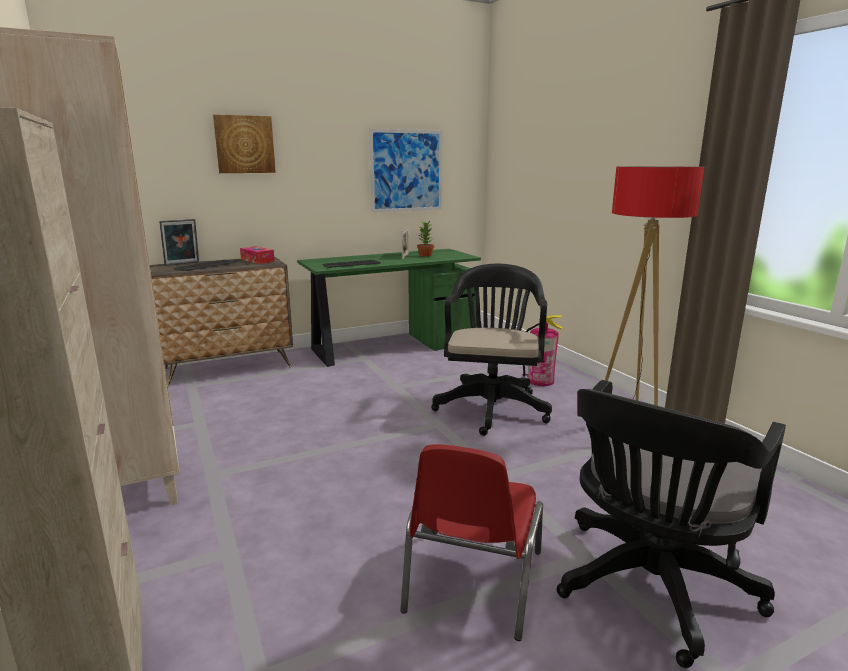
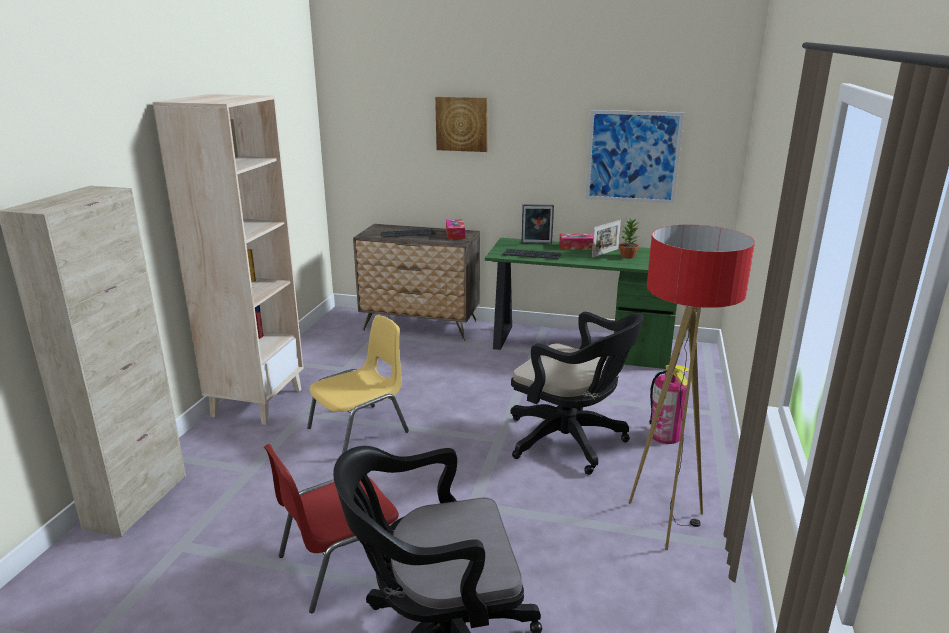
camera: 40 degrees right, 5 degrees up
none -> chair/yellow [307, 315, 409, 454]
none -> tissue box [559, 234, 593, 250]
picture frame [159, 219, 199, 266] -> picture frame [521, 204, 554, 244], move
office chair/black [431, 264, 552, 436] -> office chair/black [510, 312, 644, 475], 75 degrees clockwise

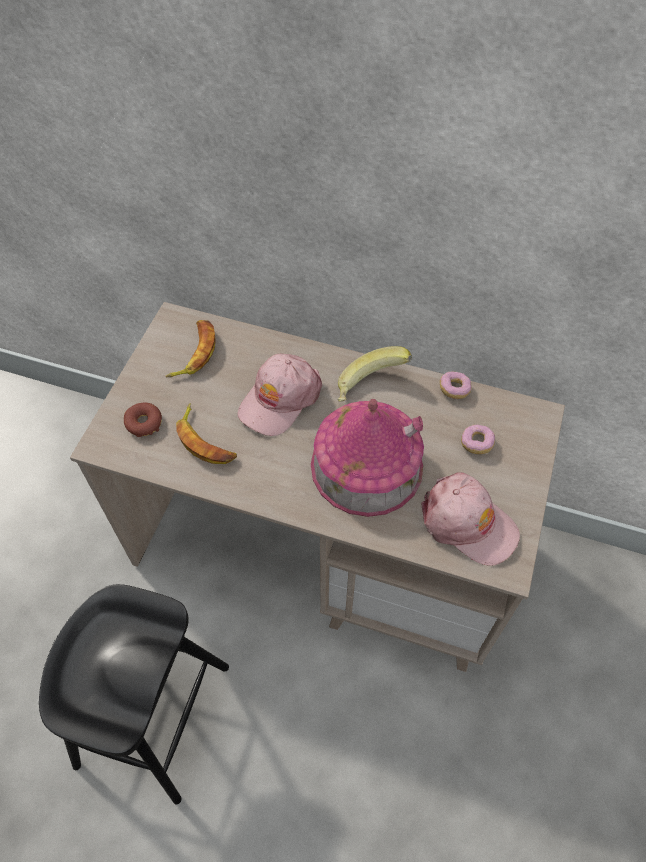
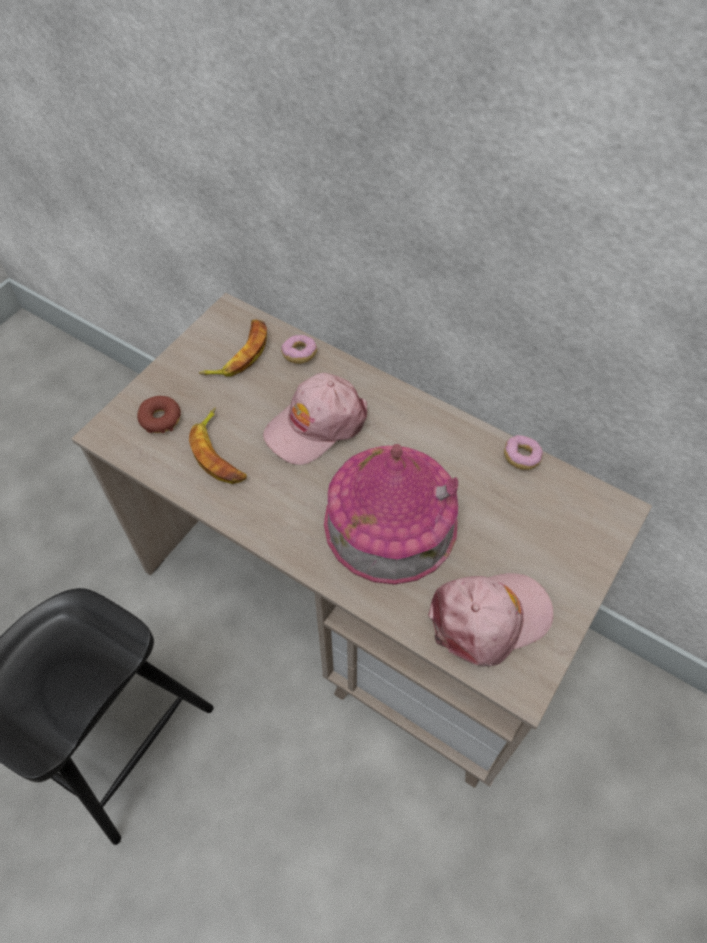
camera: 15 degrees right, 0 degrees up
banana [338, 346, 412, 402] -> none
donut [461, 425, 495, 454] -> donut [281, 335, 317, 364], move
cap/pink [421, 472, 520, 566] -> cap/pink [428, 573, 553, 667], 75 degrees counterclockwise

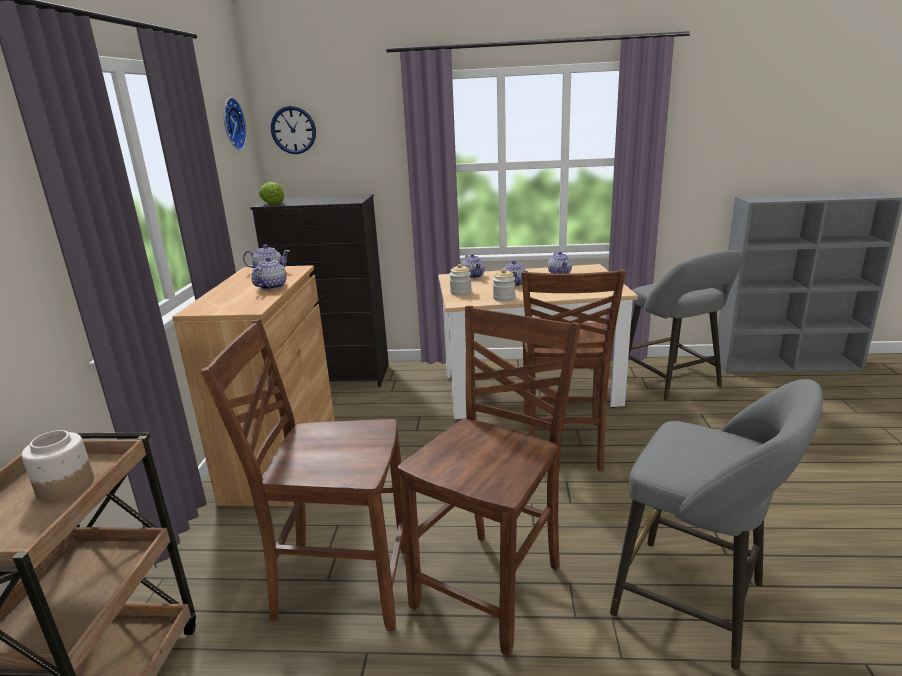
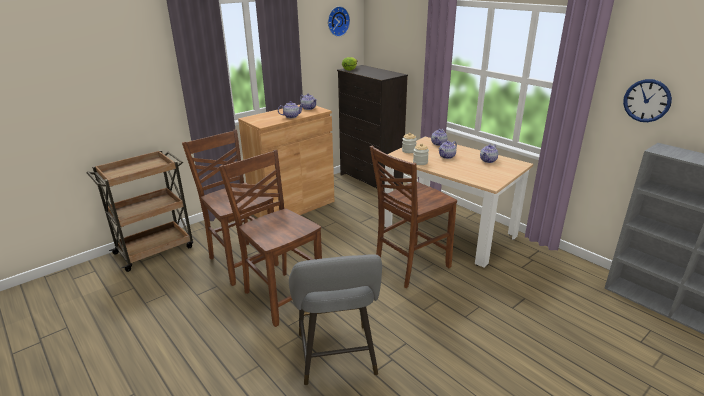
camera: 45 degrees right, 5 degrees up
jar [21, 430, 94, 502] -> none
stool/grey [628, 250, 743, 401] -> none
wall clock [271, 106, 316, 154] -> wall clock [623, 79, 672, 122], move
chair/brown [398, 306, 581, 656] -> chair/brown [219, 150, 322, 327], 120 degrees counterclockwise

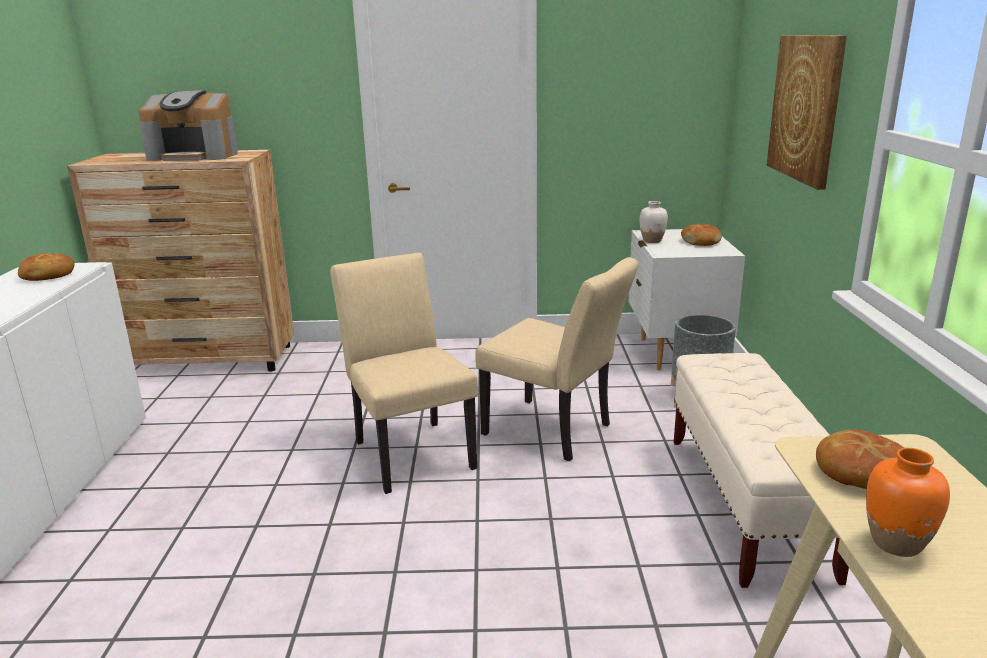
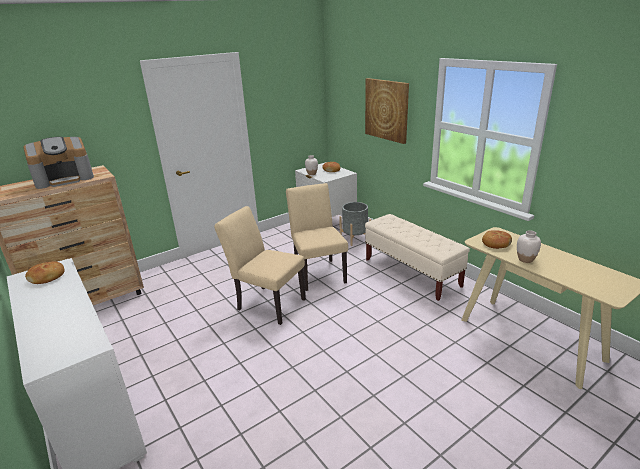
camera: 35 degrees left, 5 degrees up
vase/orange [866, 448, 950, 557] -> vase/white [517, 230, 541, 263]
chair/beige [475, 257, 638, 461] -> chair/beige [286, 183, 348, 291], 105 degrees counterclockwise

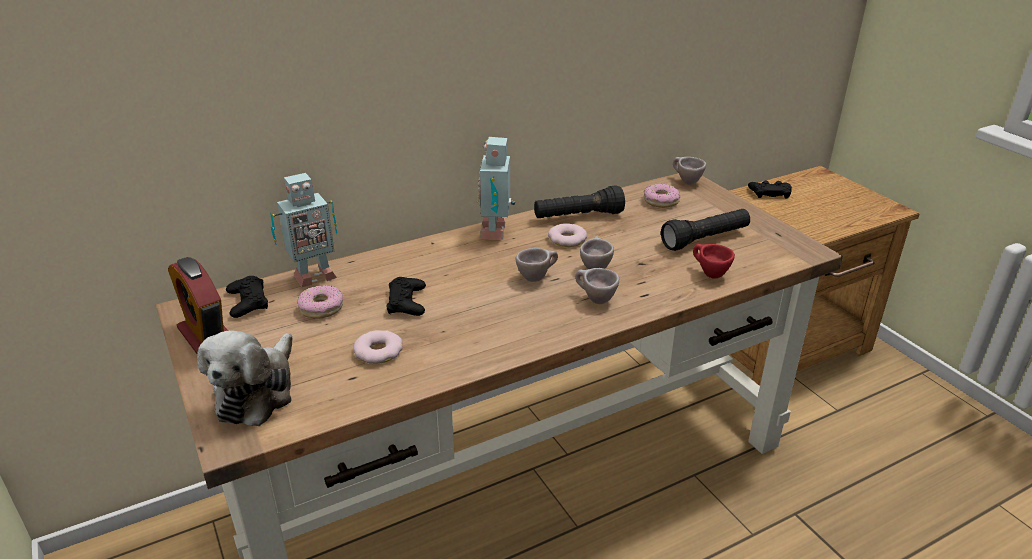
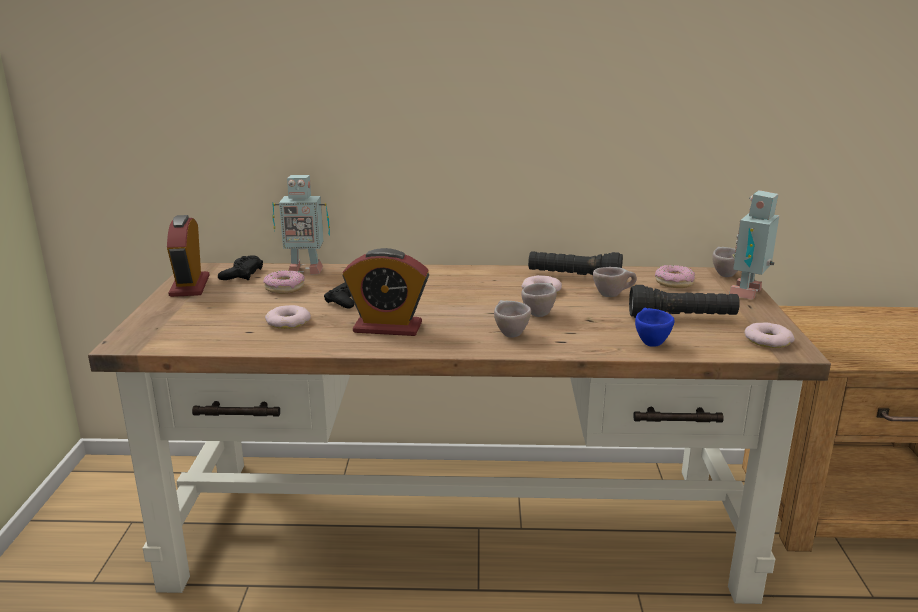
camera: 30 degrees right, 10 degrees down
plush toy [197, 330, 292, 426] -> none
game controller/black [748, 180, 792, 199] -> none
none -> alarm clock [343, 248, 429, 336]
none -> donut [744, 322, 795, 348]
toy robot [477, 137, 515, 240] -> toy robot [729, 190, 779, 300], move
cup/beige [515, 248, 558, 282] -> cup/beige [593, 267, 637, 297], move
cup/red [693, 244, 735, 279] -> cup/blue [635, 307, 675, 347]

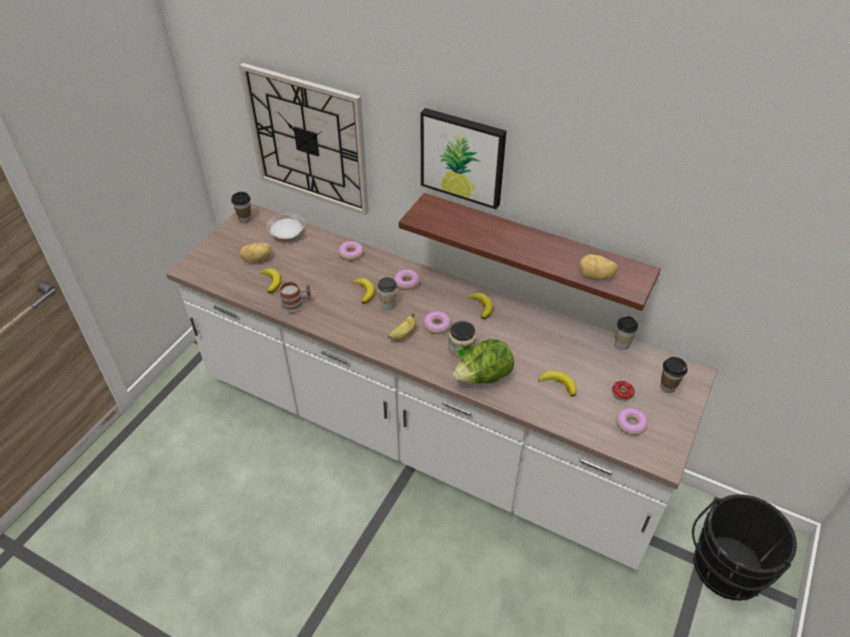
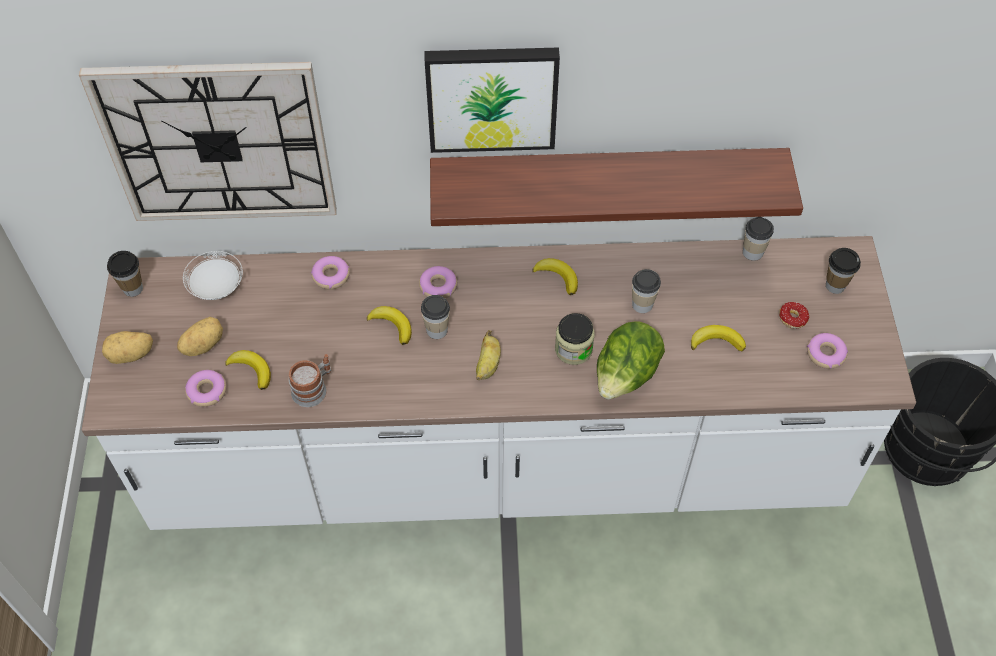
camera: 30 degrees left, 10 degrees up
none -> cup [632, 269, 661, 313]
donut [423, 312, 451, 334] -> donut [185, 370, 227, 407], move
potato [578, 254, 618, 280] -> potato [102, 331, 153, 364], move

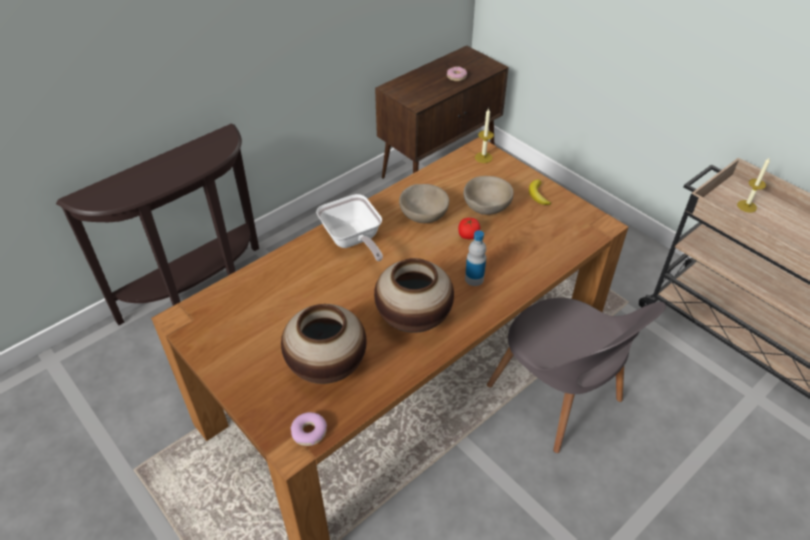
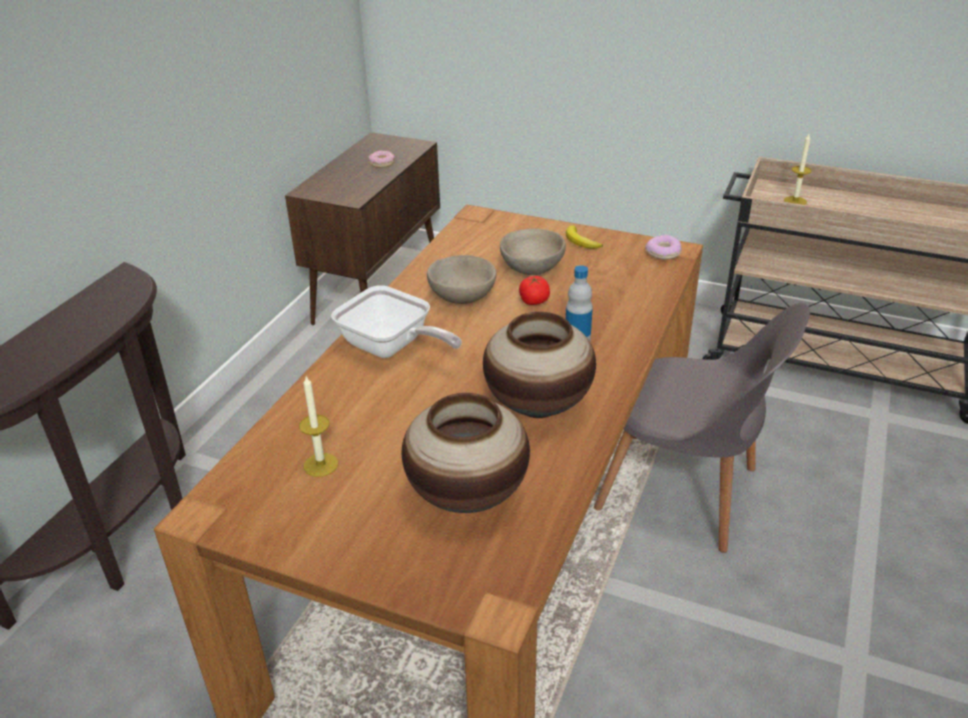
camera: 25 degrees left, 10 degrees down
donut [291, 412, 327, 446] -> donut [645, 235, 681, 260], move
candle [475, 108, 494, 163] -> candle [299, 376, 338, 477], move

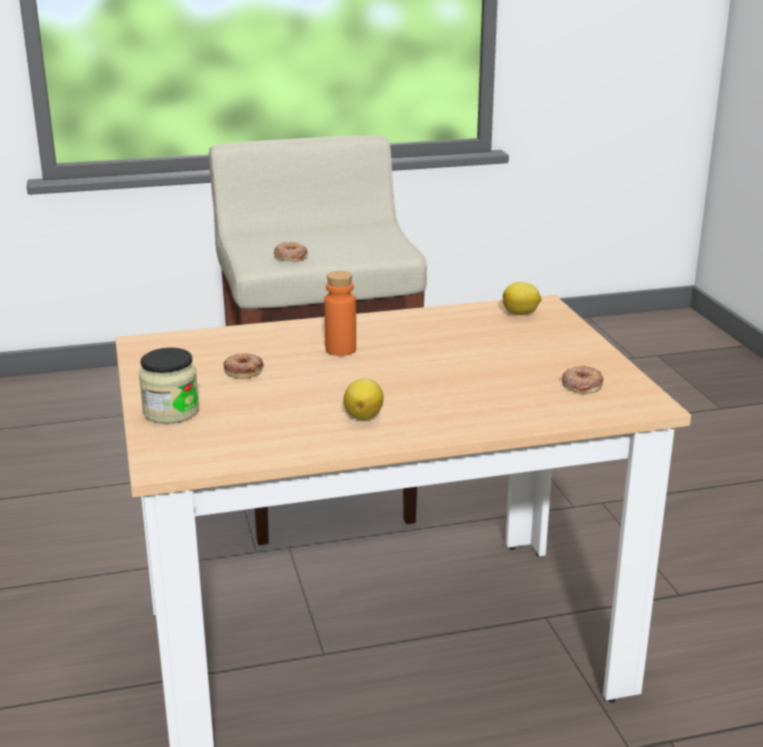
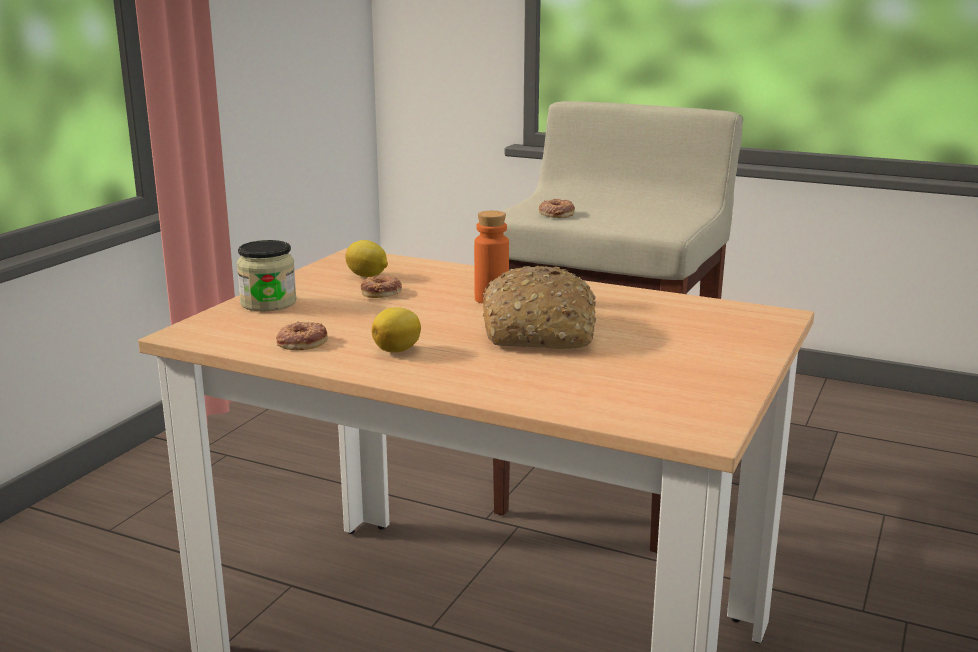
camera: 40 degrees right, 5 degrees down
none -> bread [483, 266, 596, 349]
lemon [503, 282, 542, 315] -> lemon [345, 240, 388, 277], move
donut [562, 365, 603, 394] -> donut [276, 321, 328, 350], move

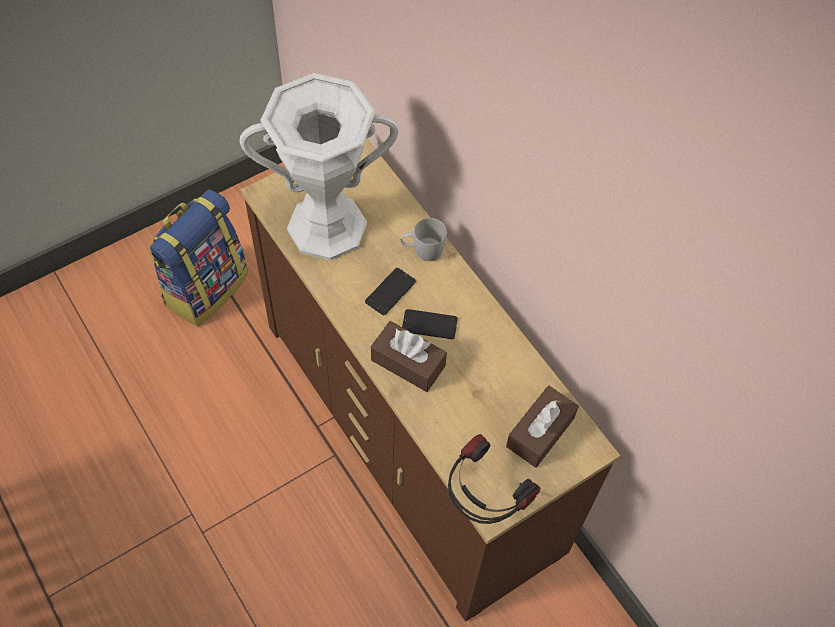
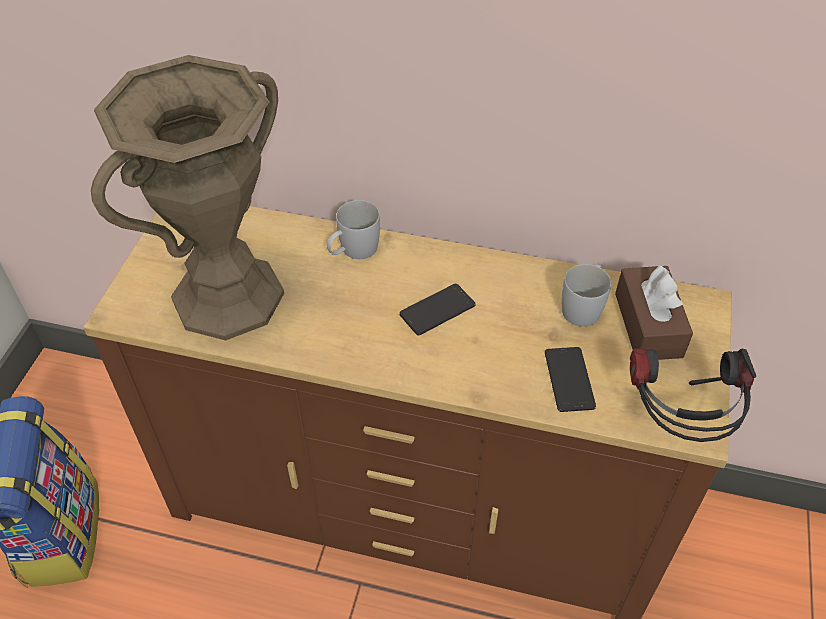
camera: 40 degrees left, 10 degrees down
tissue box/brown [371, 321, 447, 392] -> none
none -> mug/white [562, 264, 611, 327]
phone [365, 268, 416, 315] -> phone [545, 347, 596, 412], move
vase/white [239, 73, 399, 261] -> vase/brown [91, 55, 284, 341]

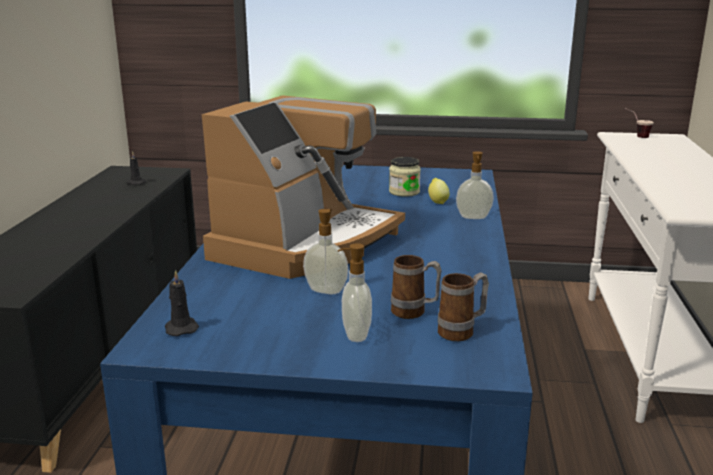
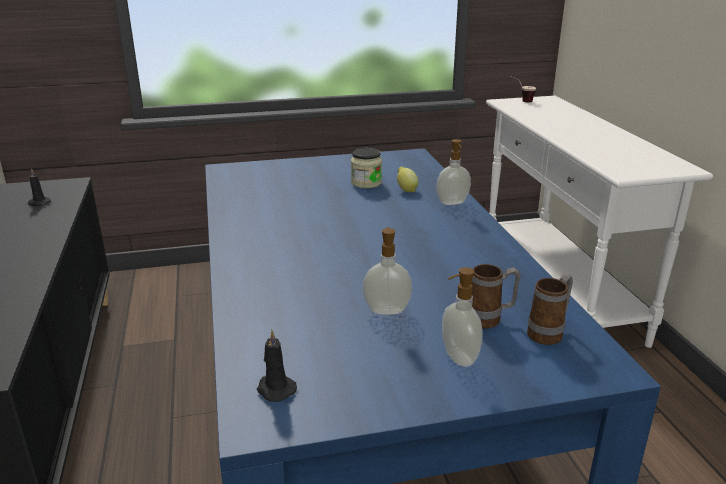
camera: 20 degrees left, 5 degrees up
coffee machine [202, 95, 405, 279] -> none

